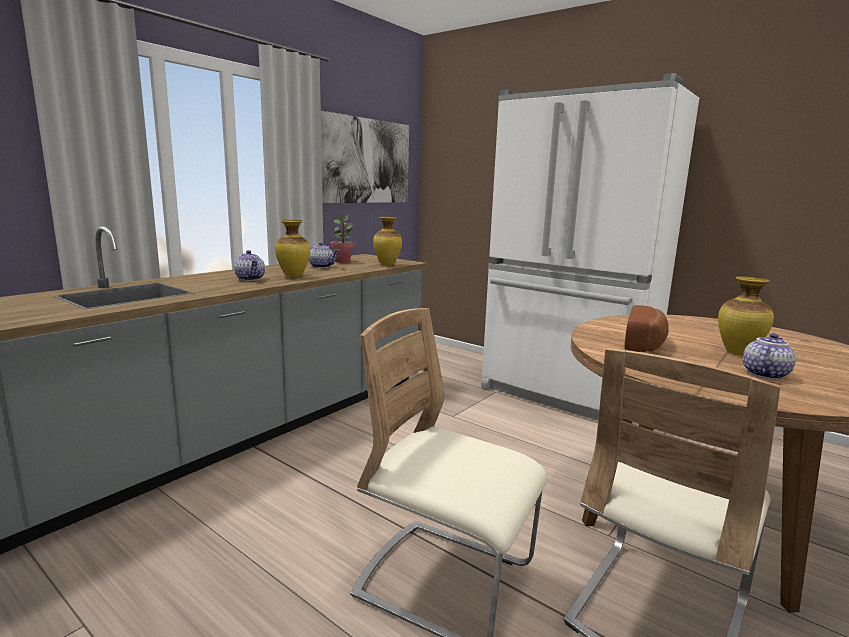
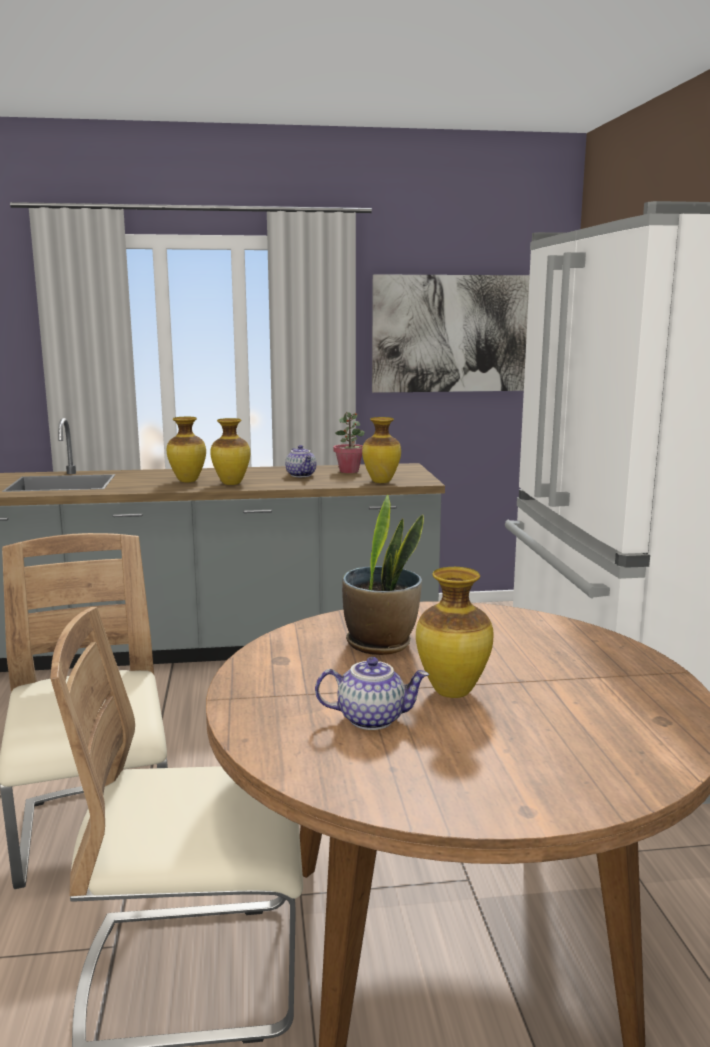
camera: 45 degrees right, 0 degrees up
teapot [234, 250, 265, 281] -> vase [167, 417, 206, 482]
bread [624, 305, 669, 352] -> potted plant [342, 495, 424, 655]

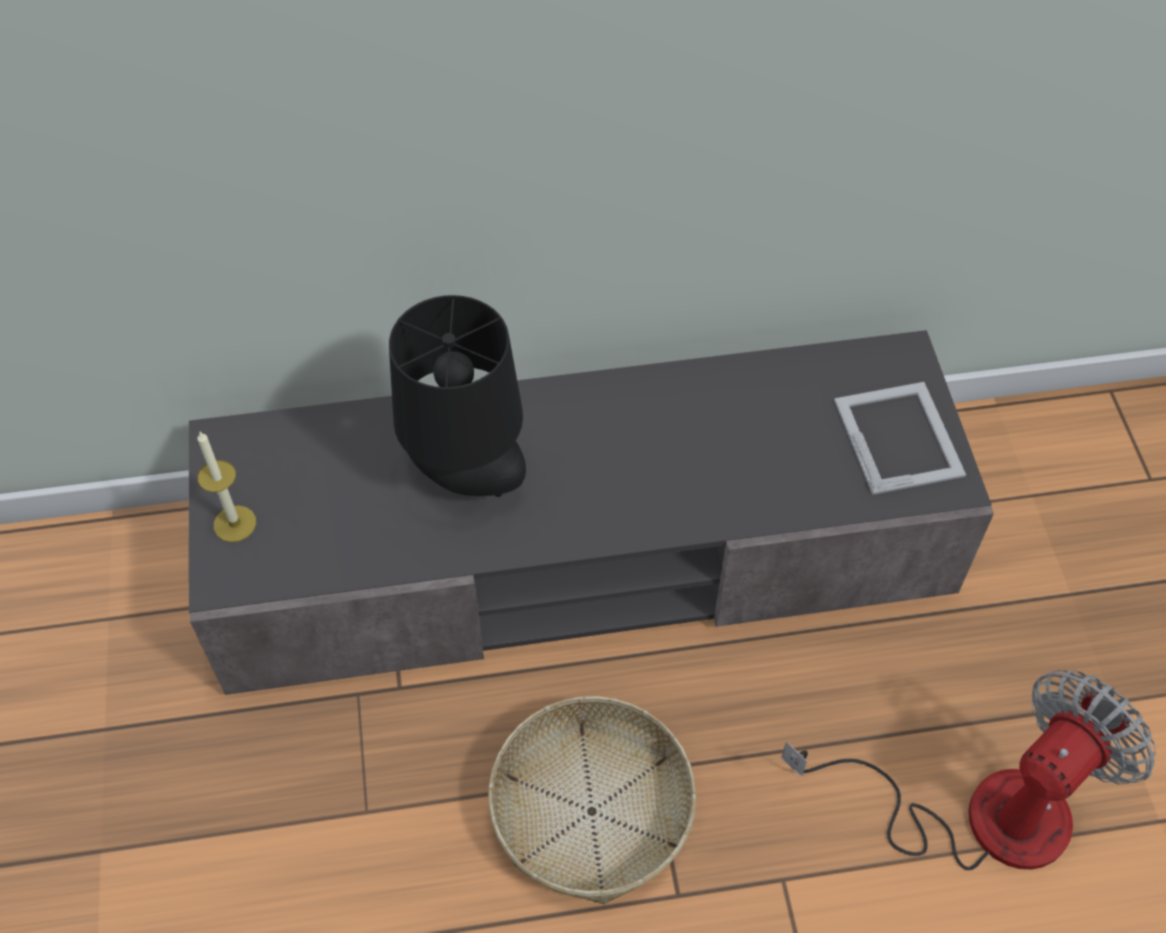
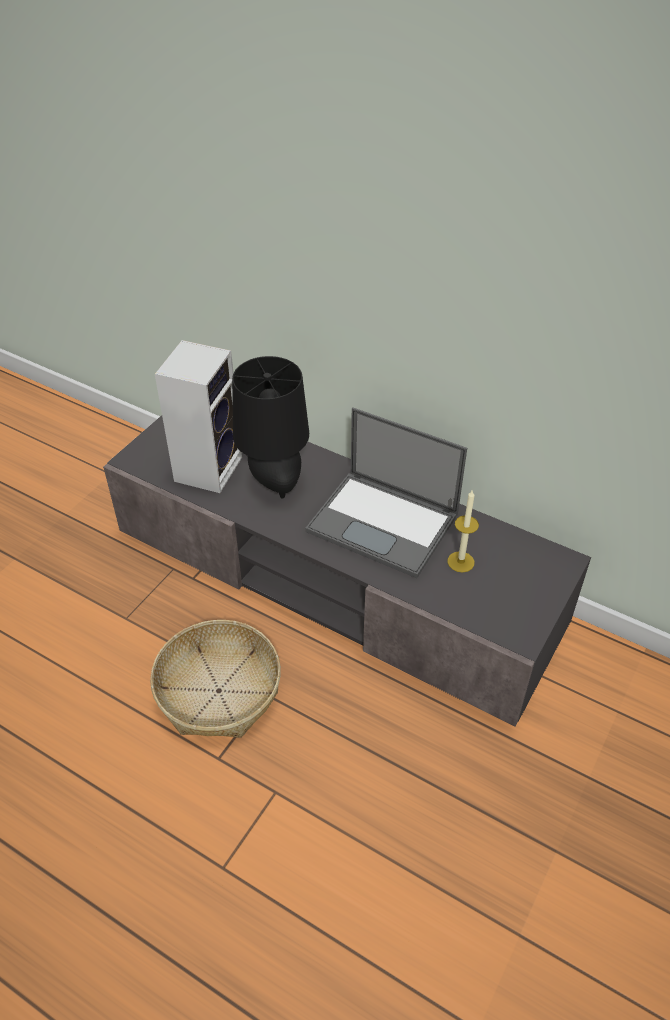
camera: 40 degrees right, 10 degrees down
fan [781, 670, 1155, 870] -> none
picture frame [834, 382, 966, 495] -> none
none -> speaker [155, 340, 242, 493]
none -> laptop [305, 407, 467, 578]
candle [197, 432, 256, 542] -> candle [447, 490, 479, 572], move

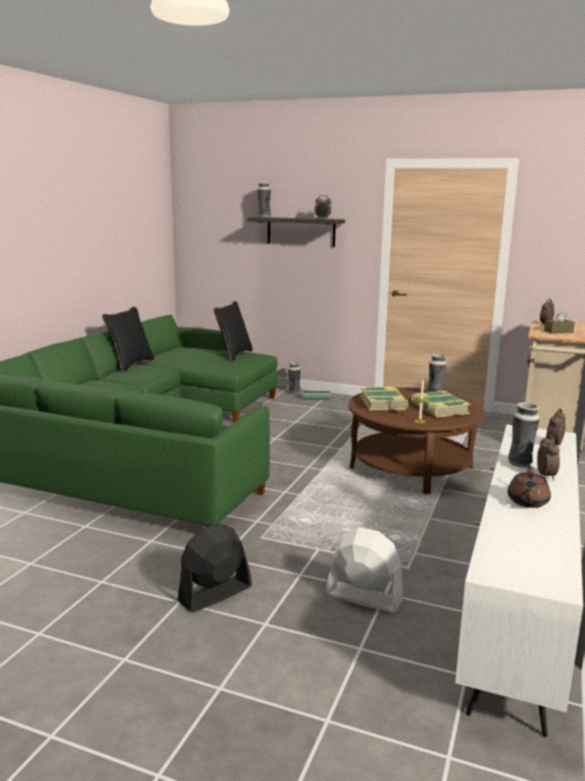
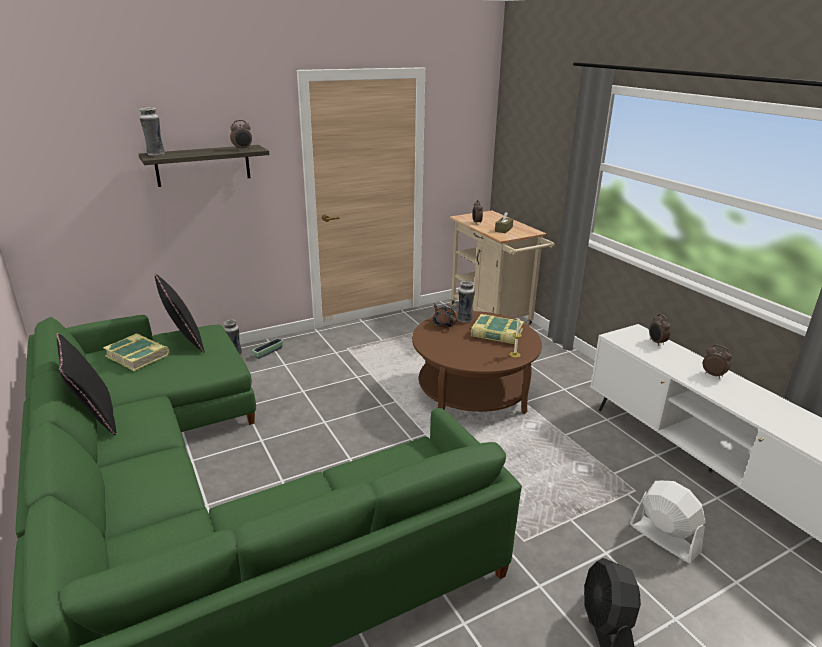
camera: 50 degrees left, 10 degrees up
vase [508, 402, 540, 467] -> none
book [360, 386, 409, 410] -> book [103, 334, 169, 371], move
teapot/brown [508, 466, 551, 508] -> teapot/brown [433, 304, 457, 327], move
fan/white [326, 527, 403, 613] -> fan/white [629, 481, 705, 563], 75 degrees clockwise

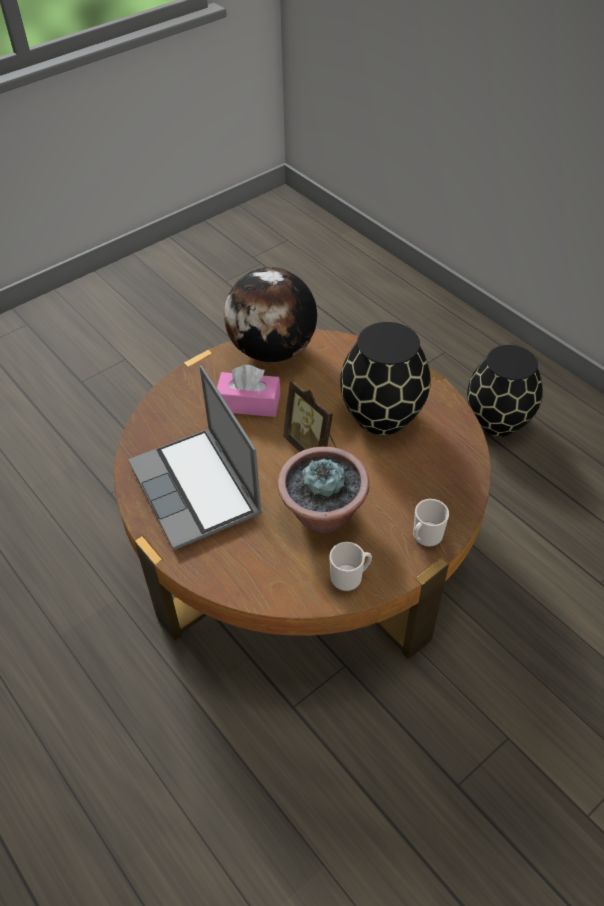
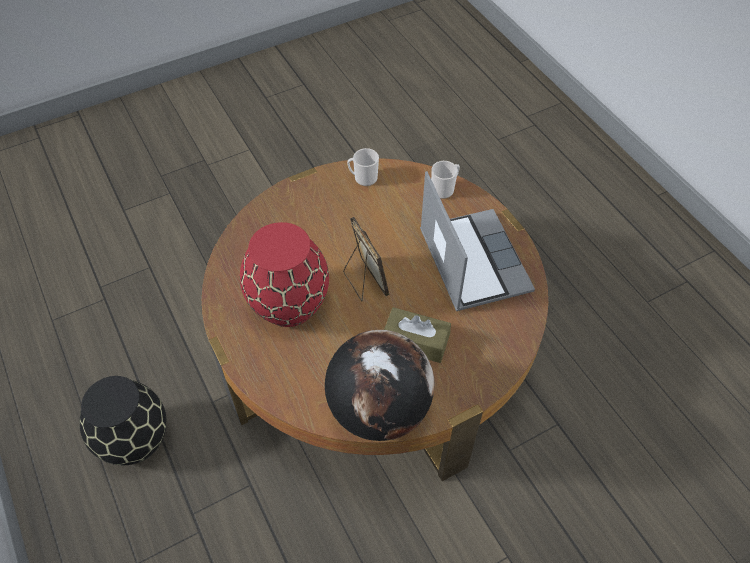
camera: 170 degrees left, 5 degrees up
potted plant [278, 447, 369, 533] -> none
mug [413, 499, 449, 547] -> mug [431, 161, 460, 199], move
tissue box/pink [217, 365, 280, 417] -> tissue box/brown [384, 307, 451, 363]
vase/black [340, 322, 431, 435] -> vase/red [240, 222, 329, 327]

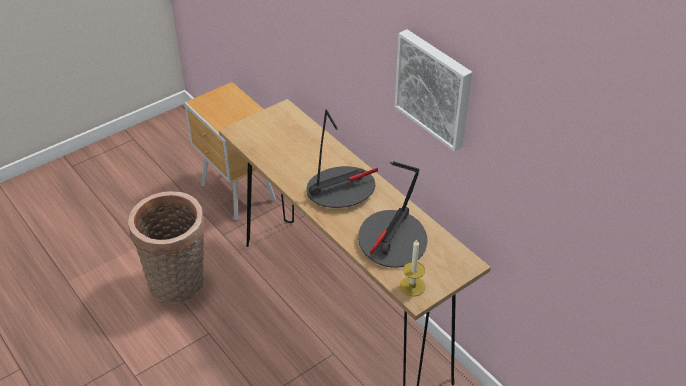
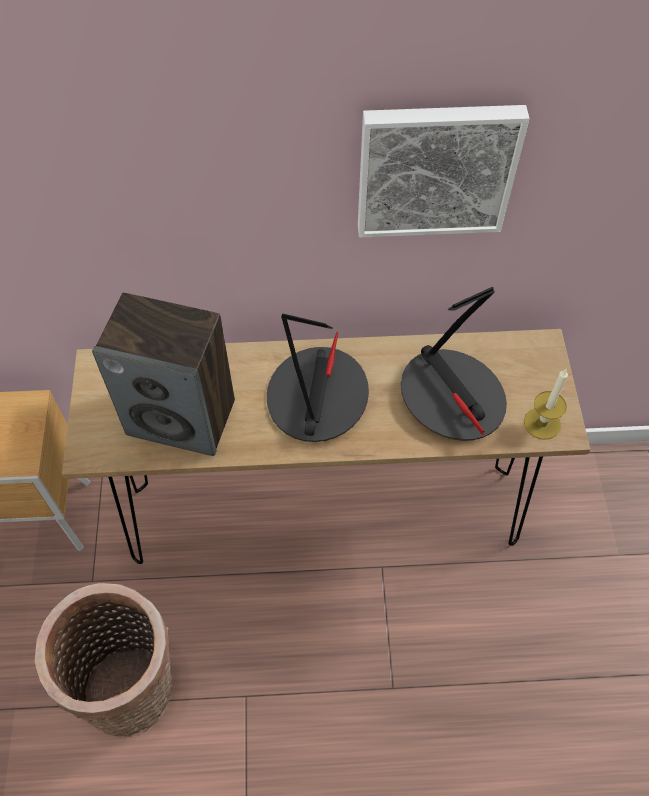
camera: 55 degrees left, 15 degrees up
none -> speaker [92, 293, 235, 456]

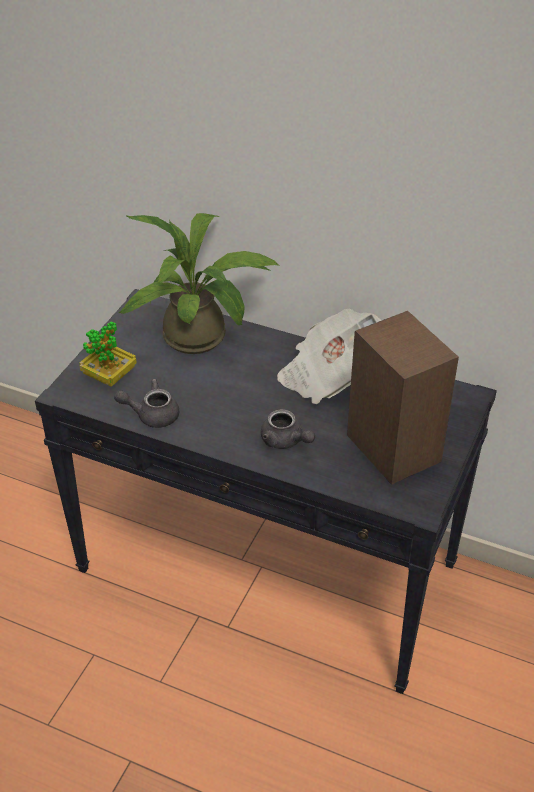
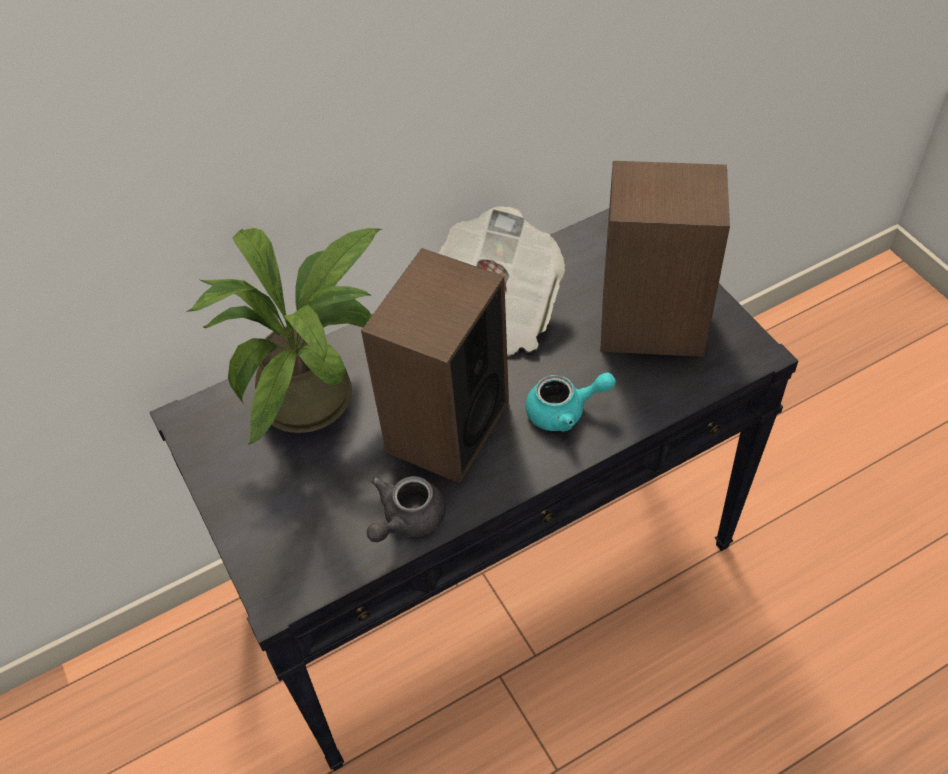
camera: 50 degrees left, 10 degrees up
potted plant [79, 321, 137, 387] -> none
none -> speaker [361, 248, 509, 483]
teapot/grey [261, 409, 315, 449] -> teapot/turquoise [525, 372, 616, 431]

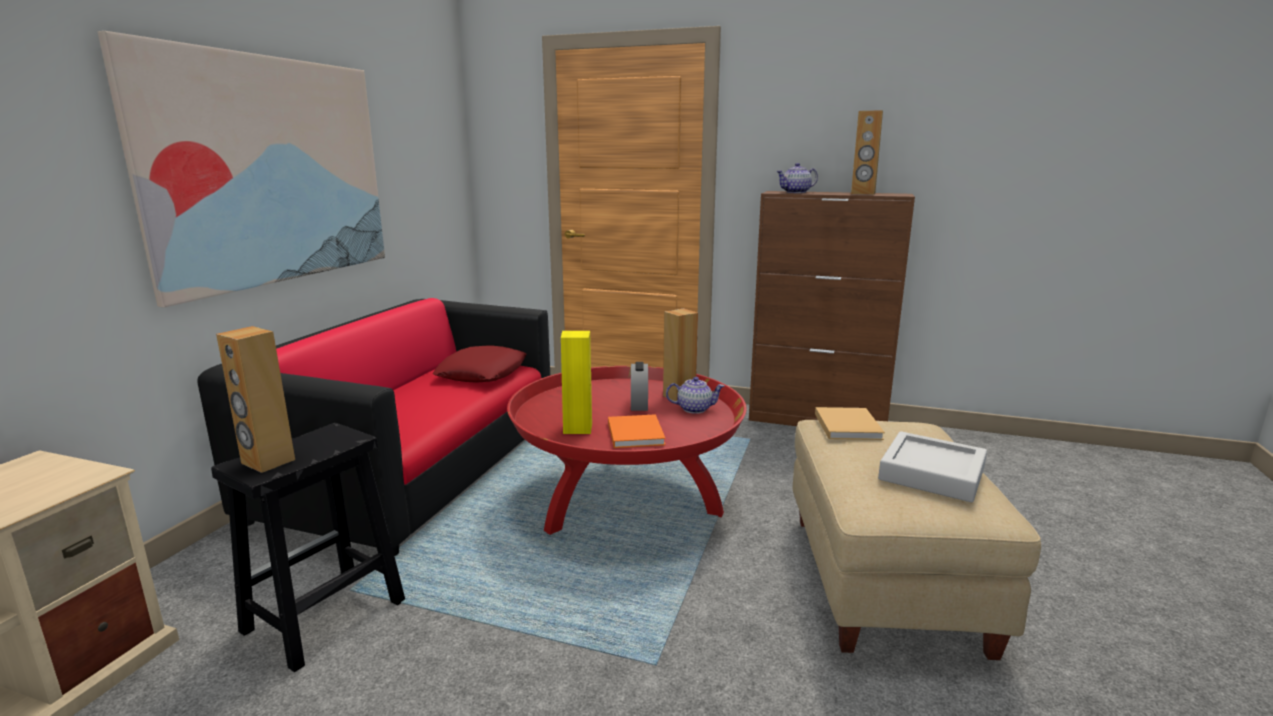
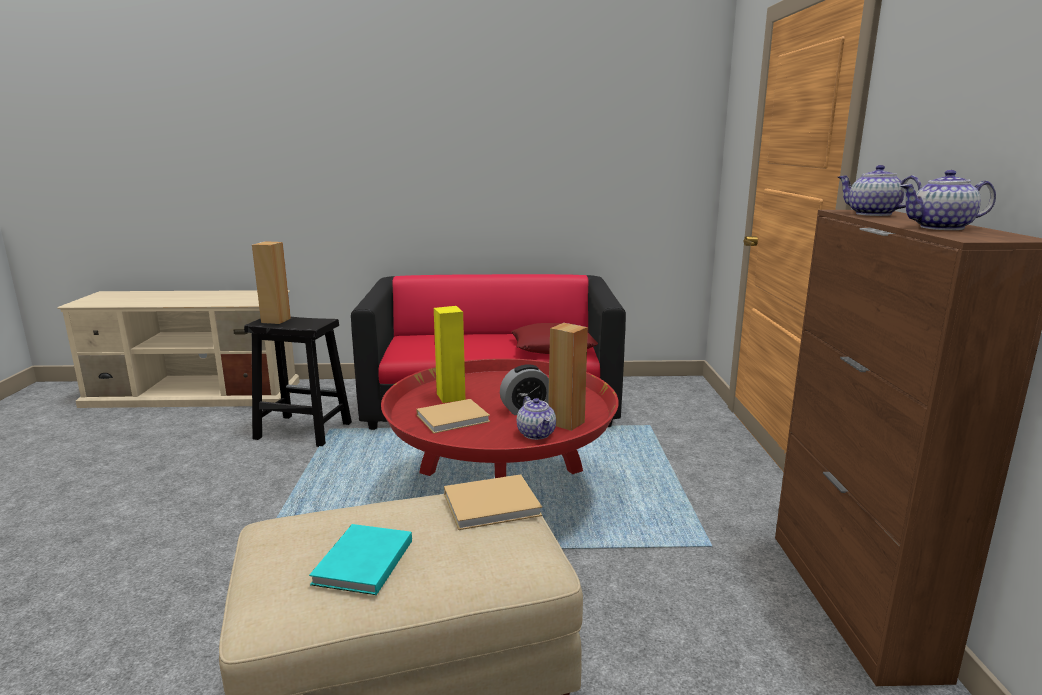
camera: 70 degrees right, 0 degrees up
picture [97, 31, 385, 307] -> none
speaker/brown [851, 110, 883, 195] -> teapot [900, 170, 996, 230]
tray/grey [878, 431, 987, 502] -> book/turquoise [309, 524, 412, 595]
book/orange [608, 414, 666, 448] -> book/beige [416, 399, 490, 433]

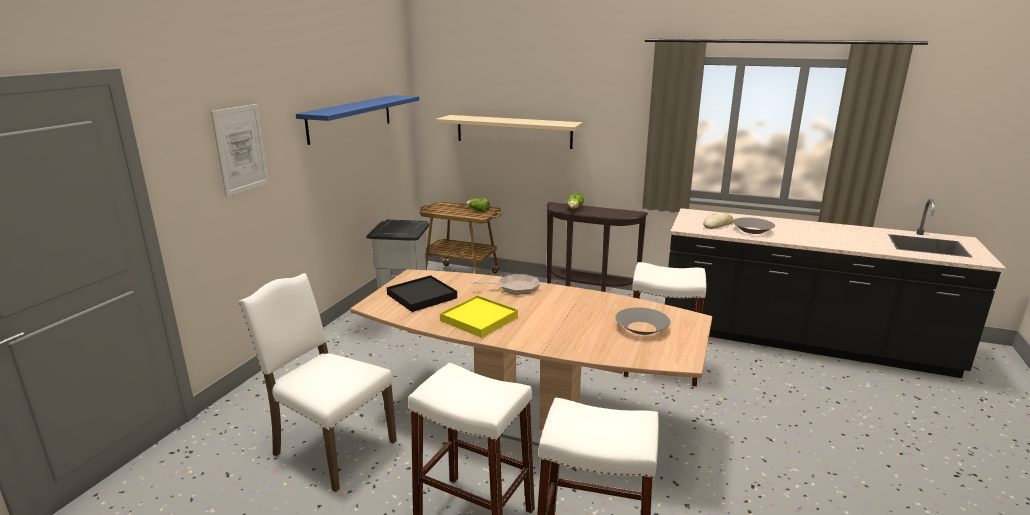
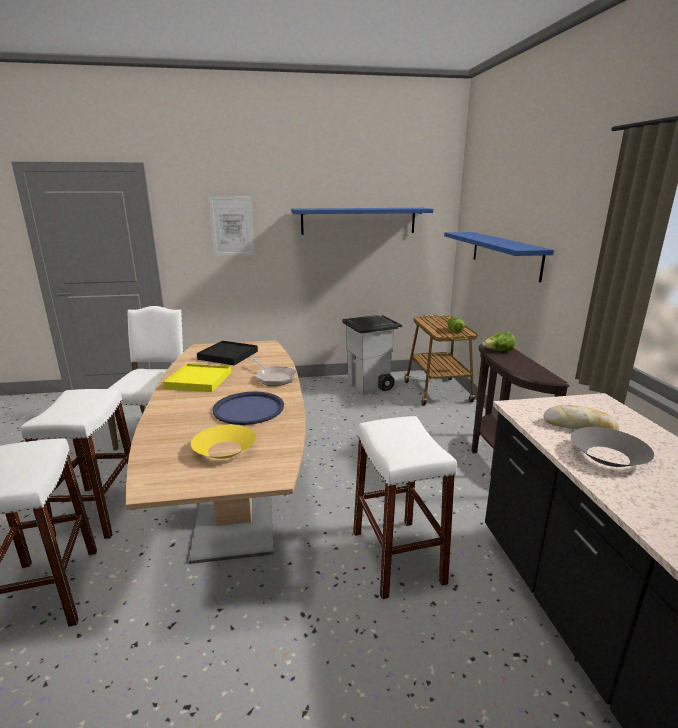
camera: 60 degrees right, 0 degrees up
none -> tray/blue [212, 392, 284, 425]
shelf/beige [436, 115, 583, 149] -> shelf/blue [444, 232, 554, 282]
bowl/grey [615, 307, 670, 335] -> bowl/yellow [191, 425, 256, 459]

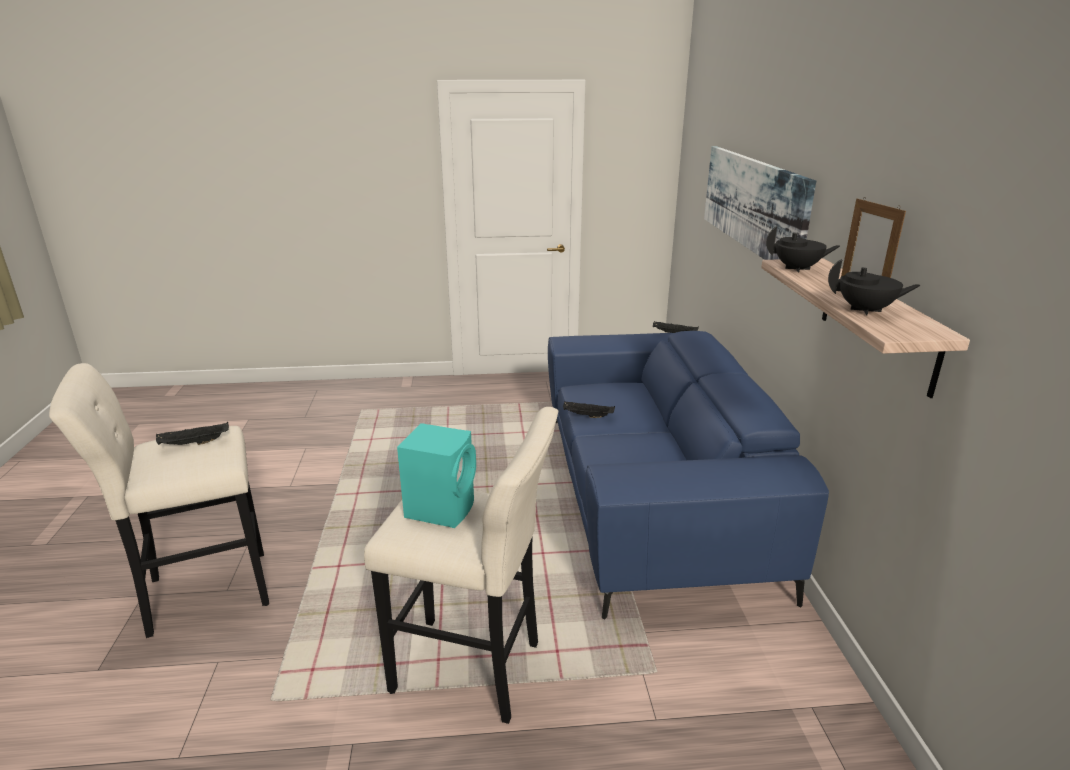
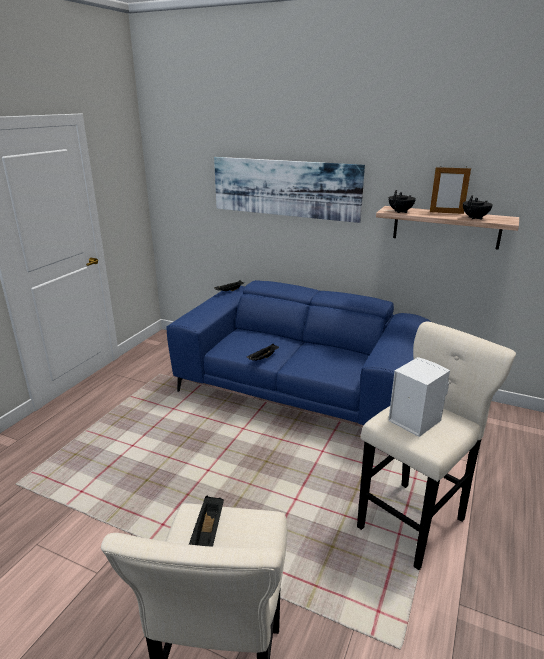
camera: 60 degrees left, 0 degrees up
speaker/turquoise [397, 423, 476, 528] -> speaker/white [388, 357, 450, 437]

